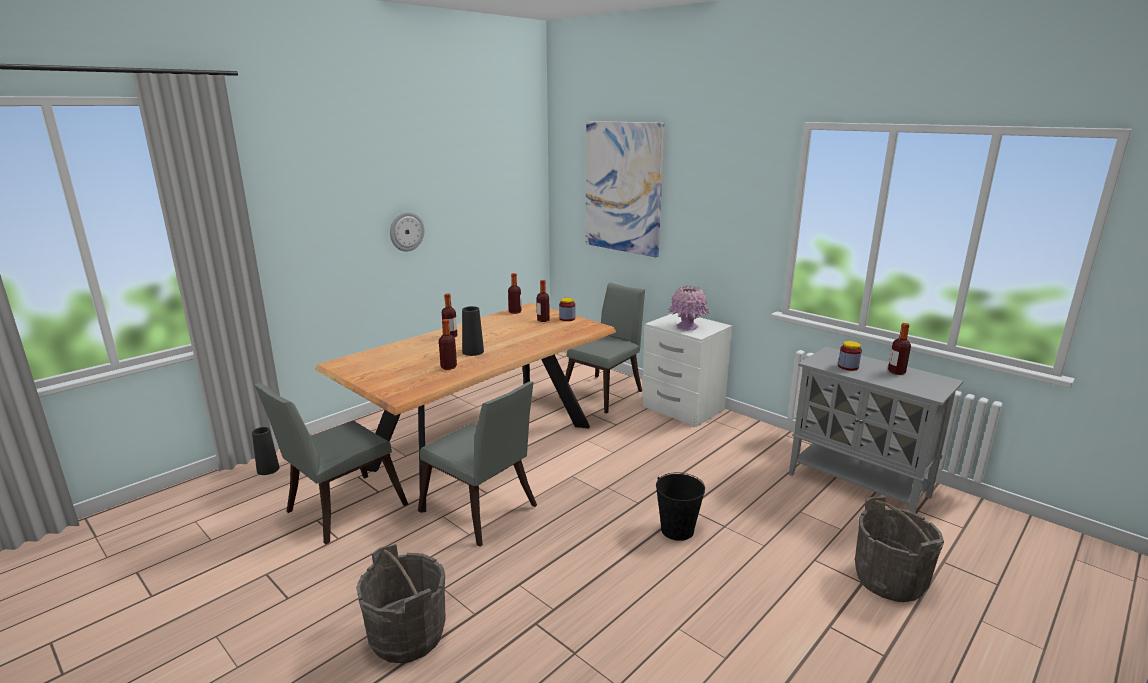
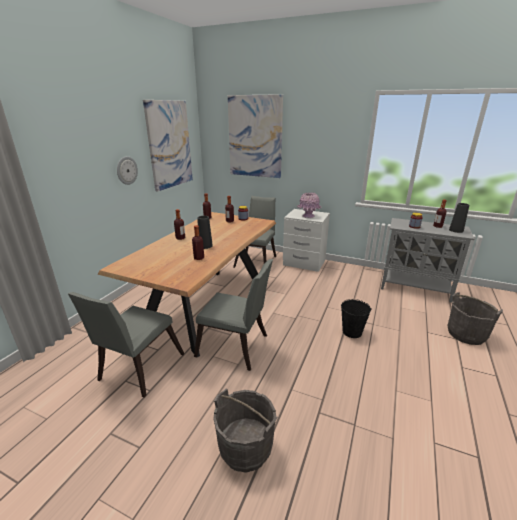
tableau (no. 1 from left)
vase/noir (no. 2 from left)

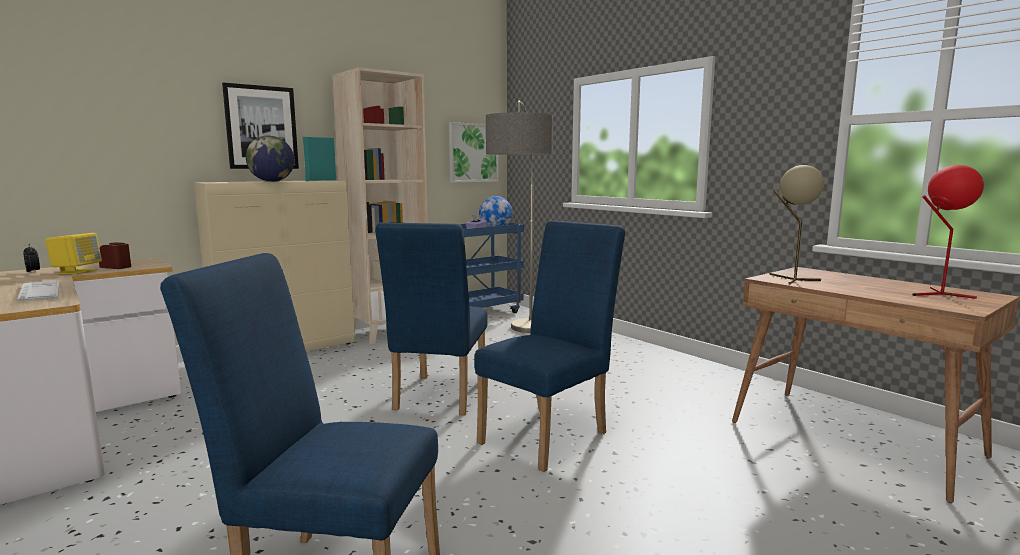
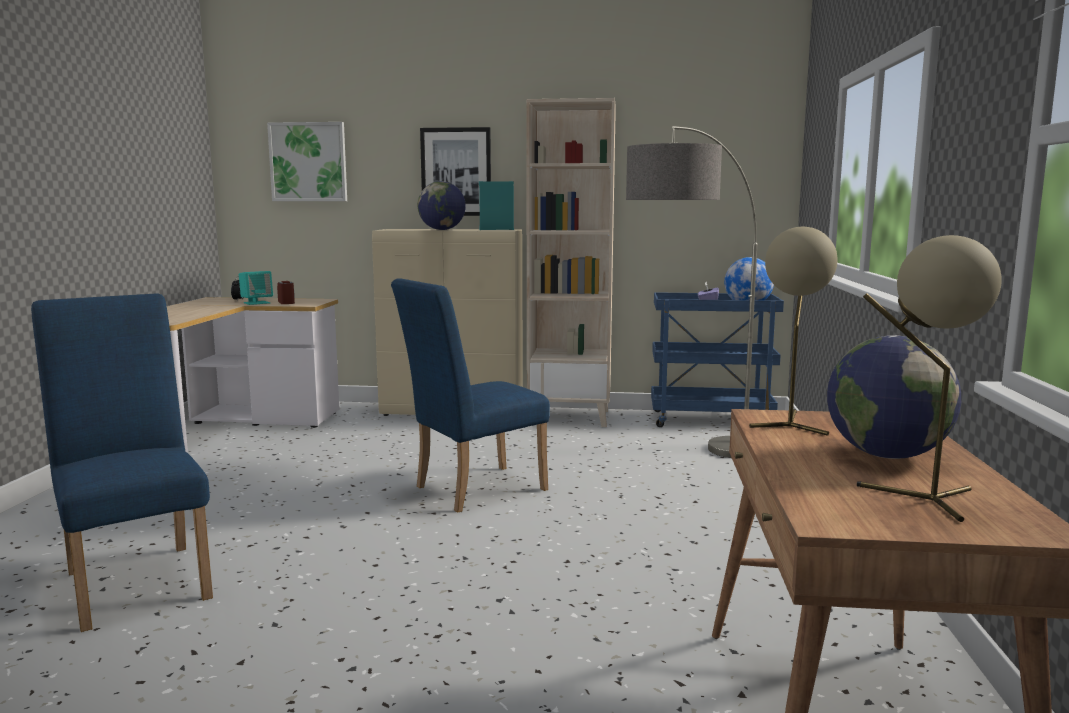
clavier
chaise/bleu (no. 3 from left in the first image)
globe (no. 3 from left)
tableau (no. 1 from left)
enceinte/turquoise (no. 1 from left)
lampe de table/beige (no. 2 from left)

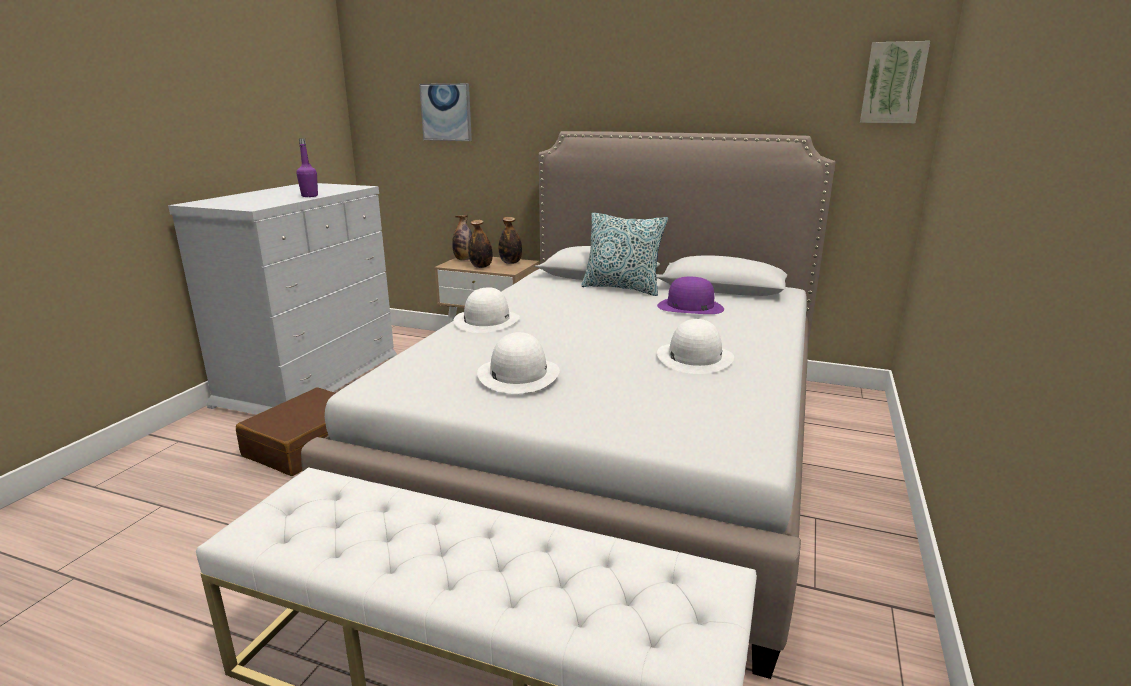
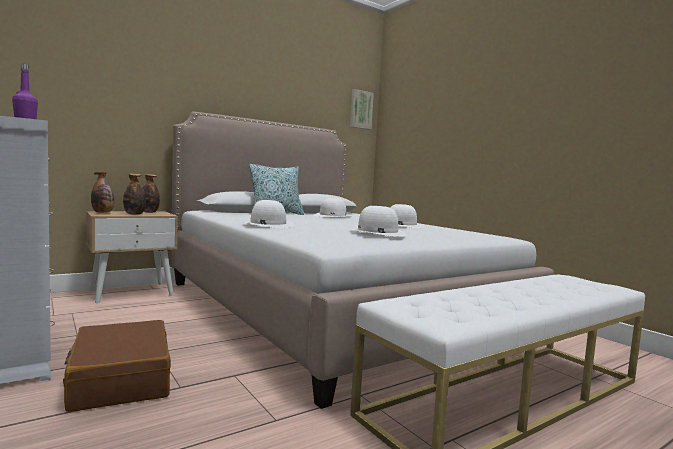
tableau (no. 1 from left in the first image)
chapeau/blanc (no. 2 from left)

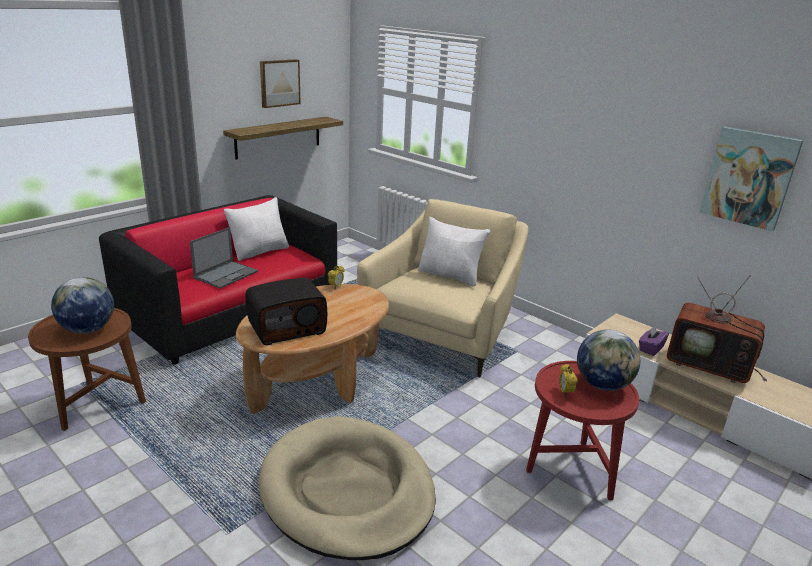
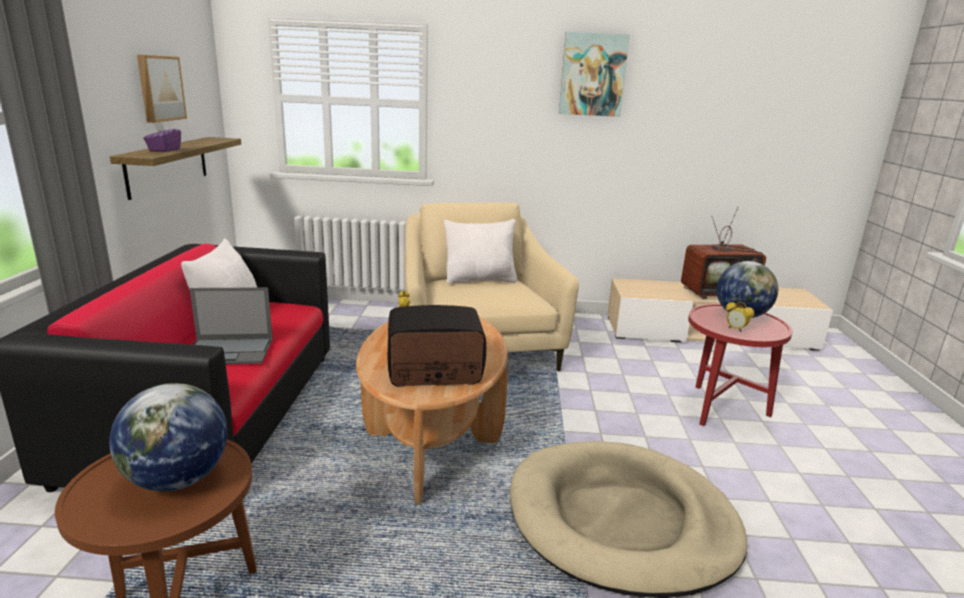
boîte à mouchoirs/violet
tableau (no. 2 from left)
ordinateur portable
radio

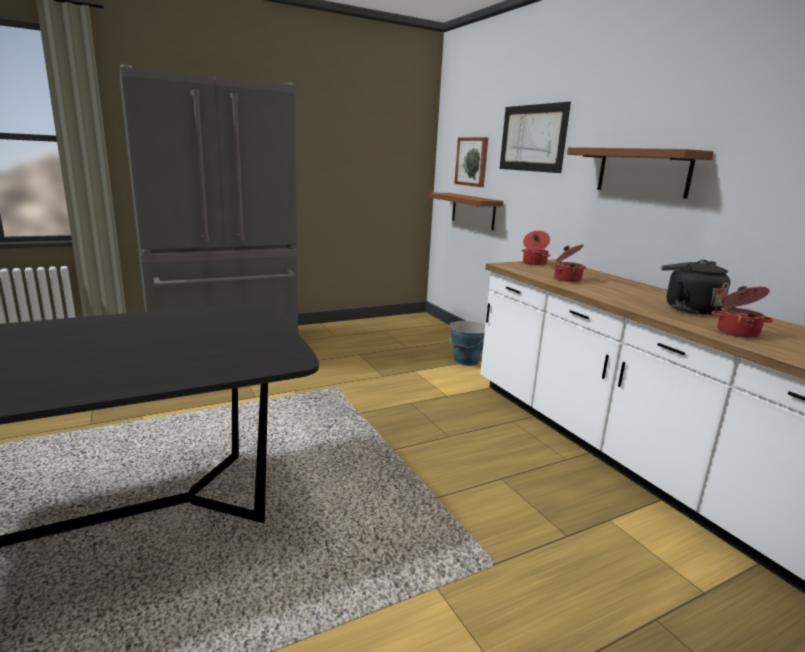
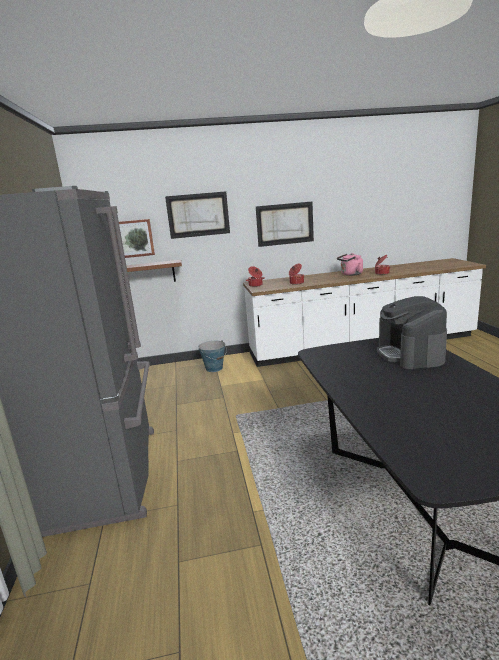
machine à café
tableau (no. 3 from left)
bouilloire/rose

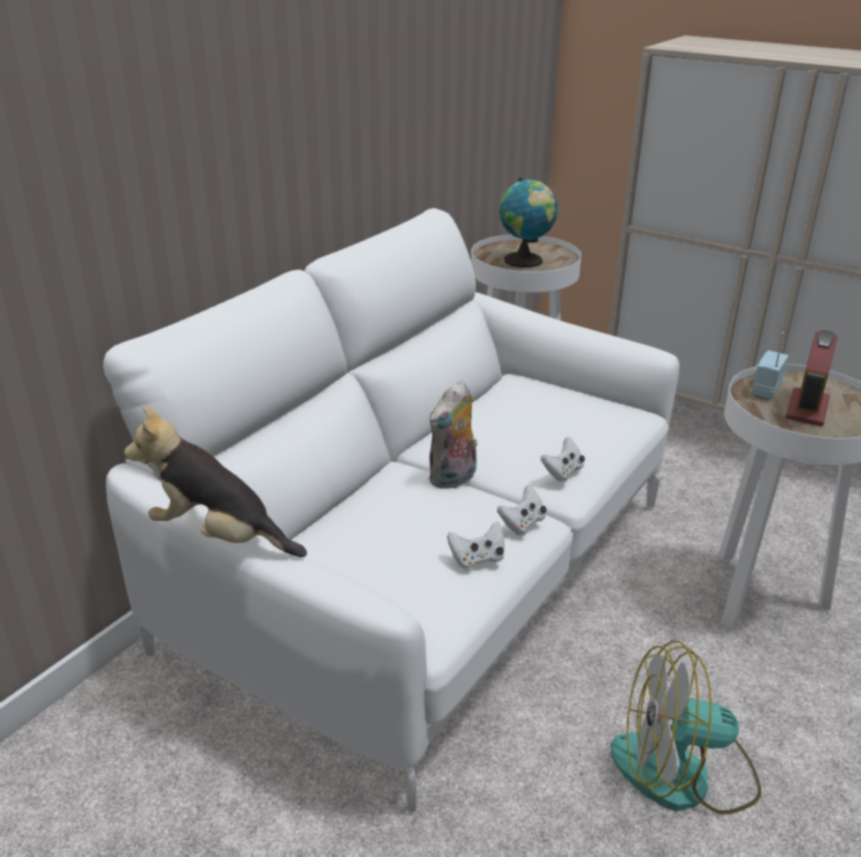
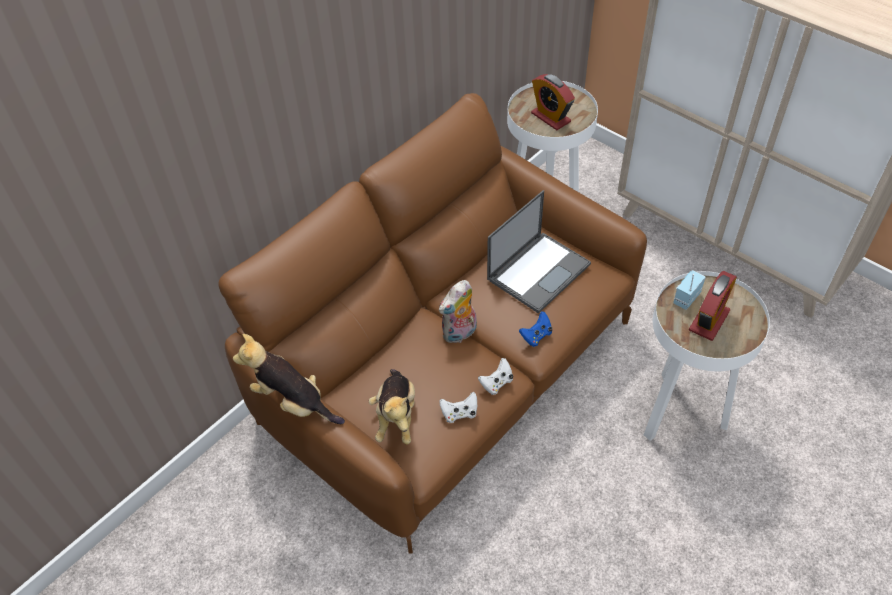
ventilateur
peluche (no. 2 from left)
ordinateur portable
réveil (no. 1 from left)
canapé/marron
manette/bleu

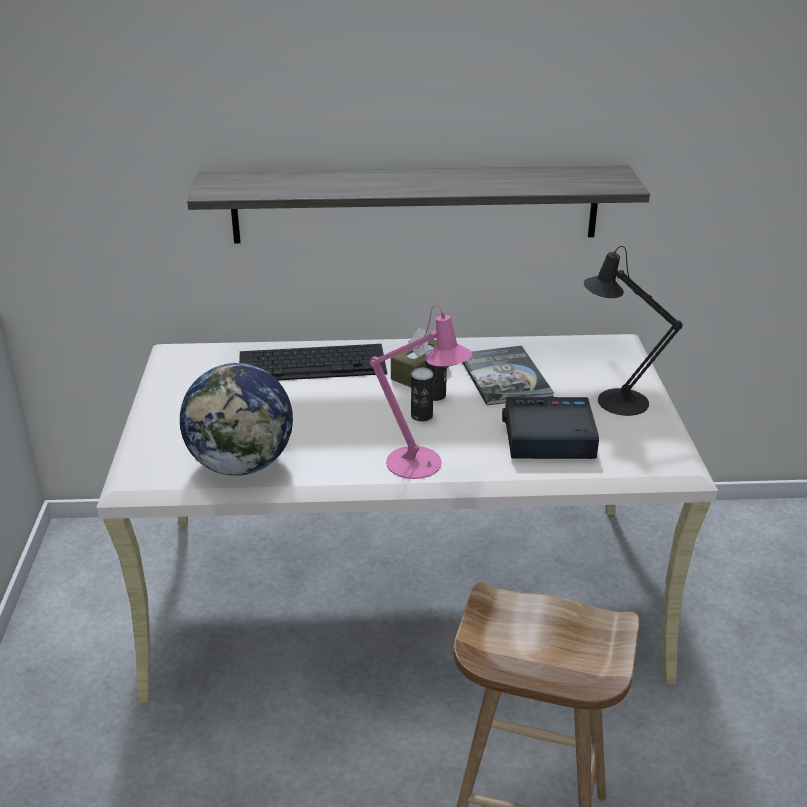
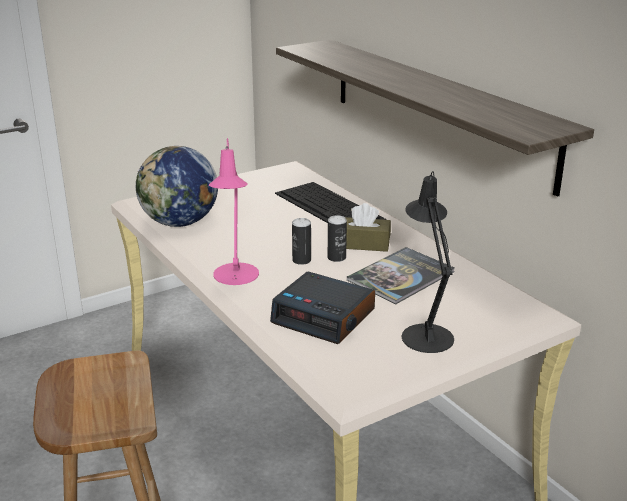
réveil

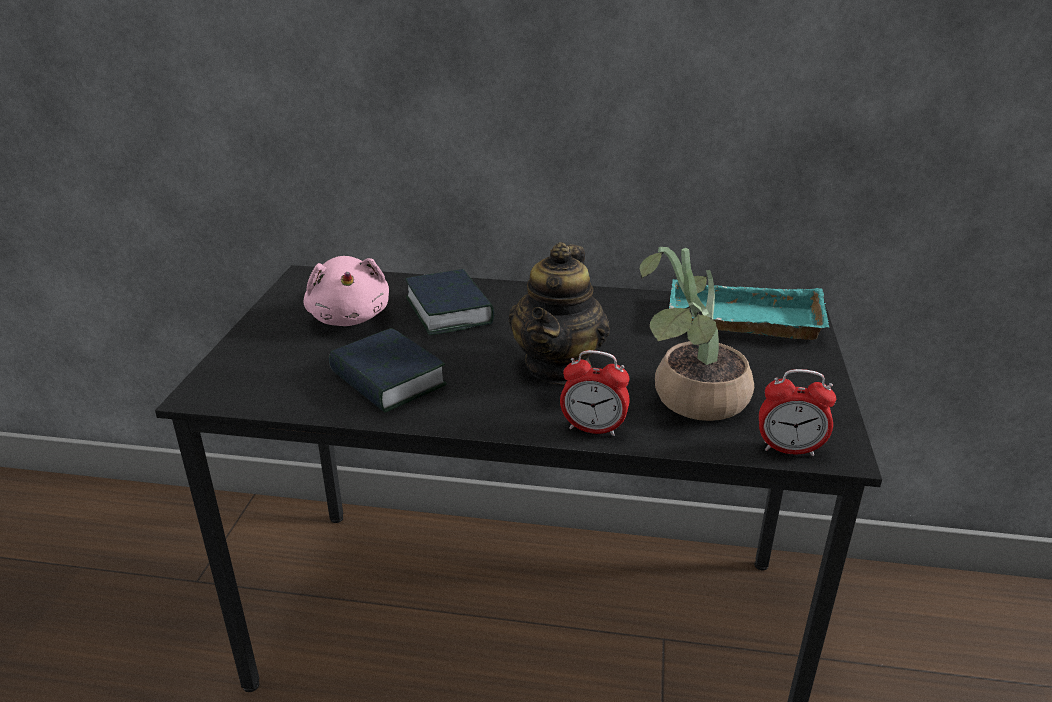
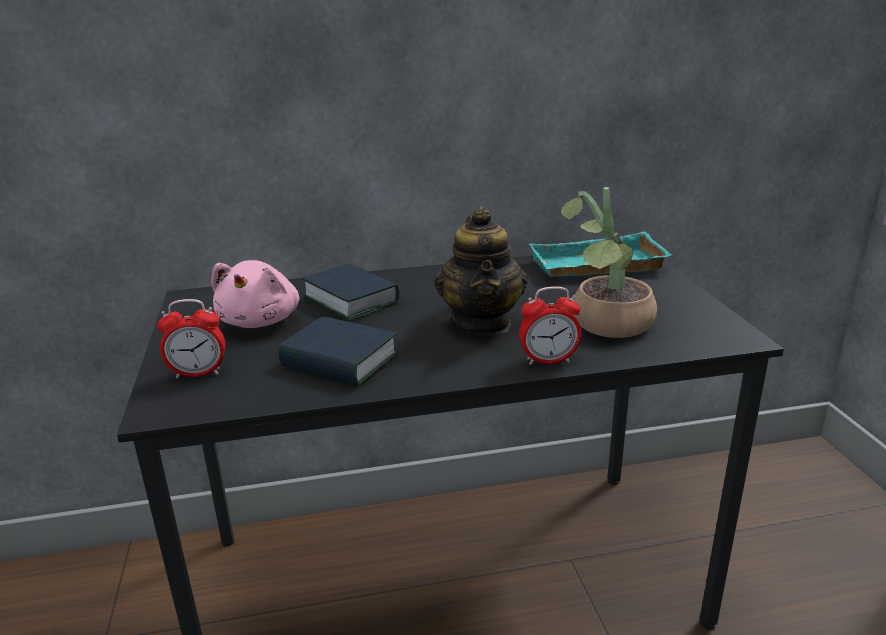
réveil (no. 1 from left)
peluche/rose

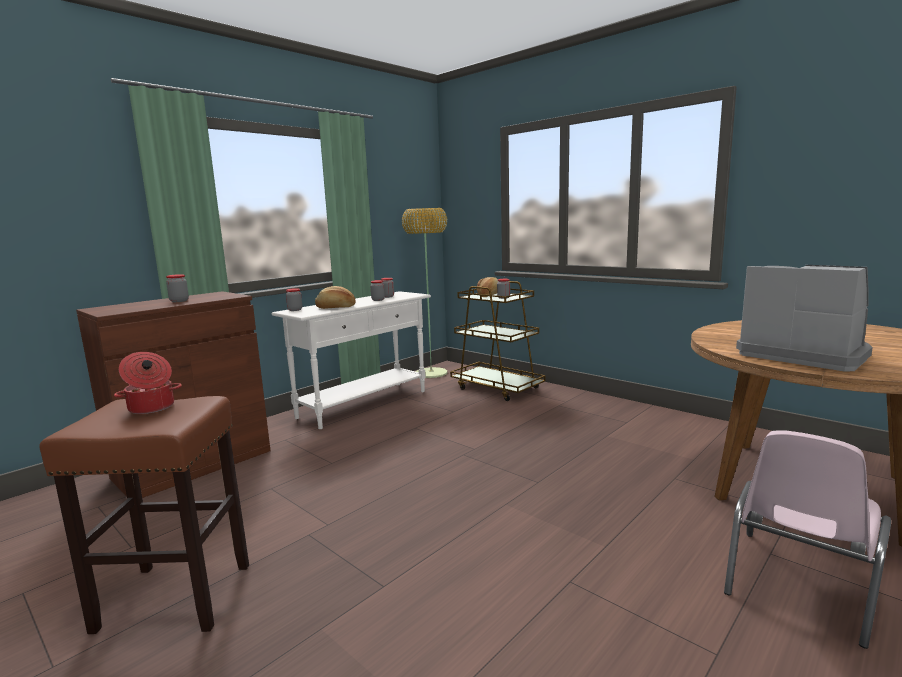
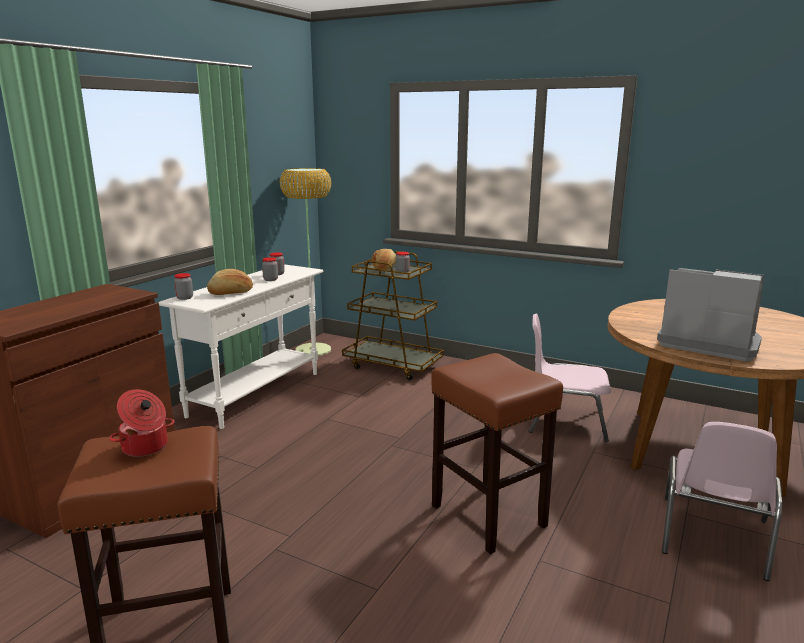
bocal (no. 1 from left in the first image)
tabouret/marron (no. 2 from left)
chaise/rose (no. 1 from left)

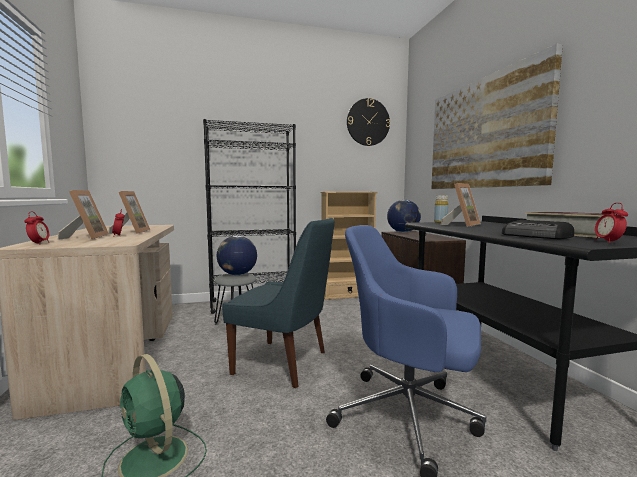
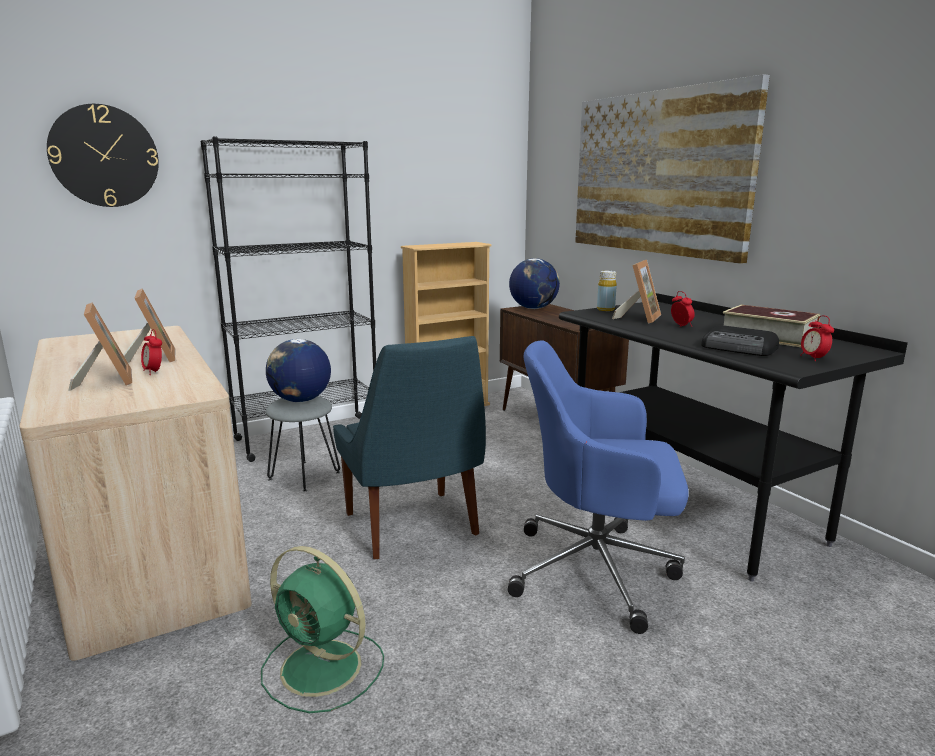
réveil (no. 2 from left)
horloge murale
chaise/bleu

